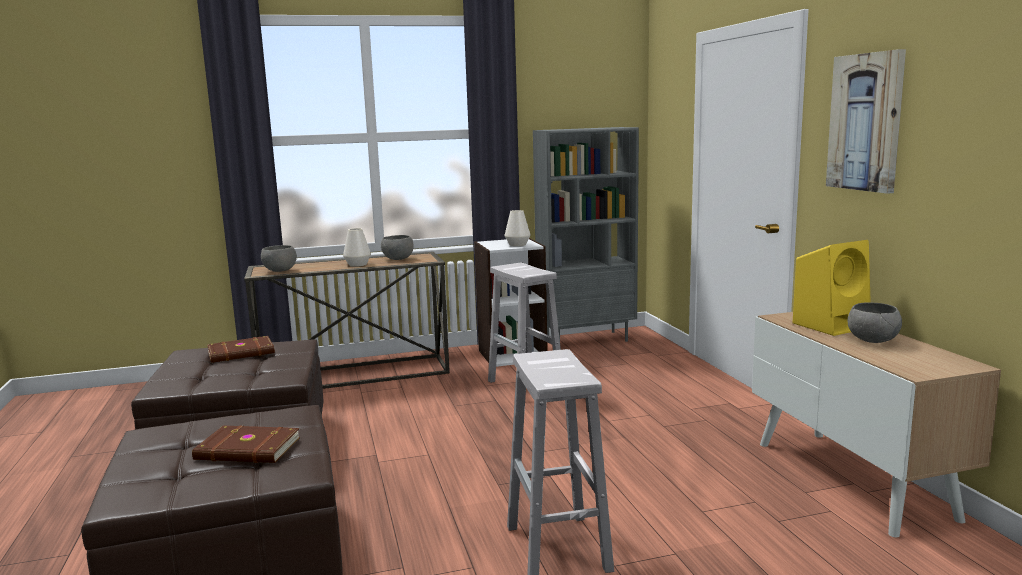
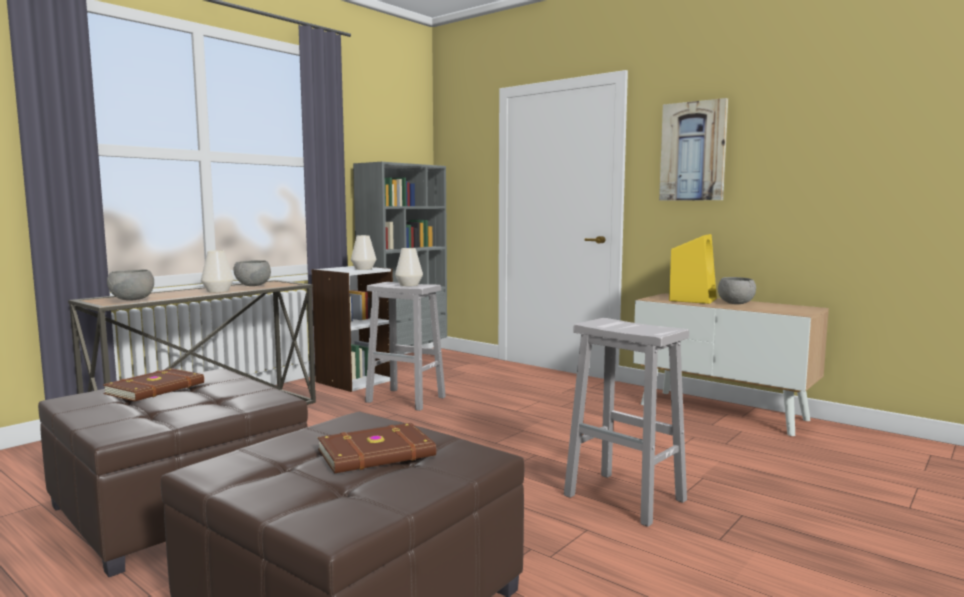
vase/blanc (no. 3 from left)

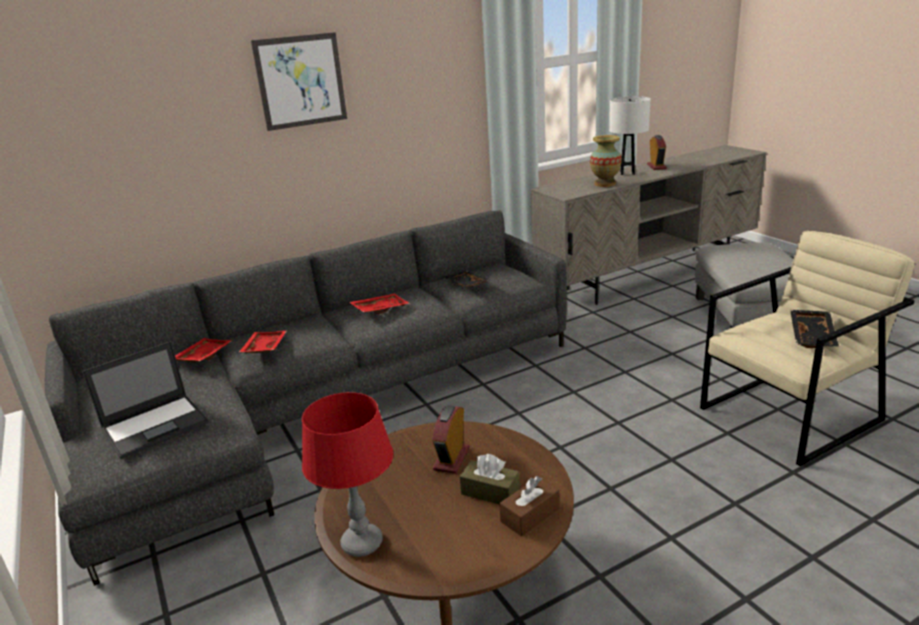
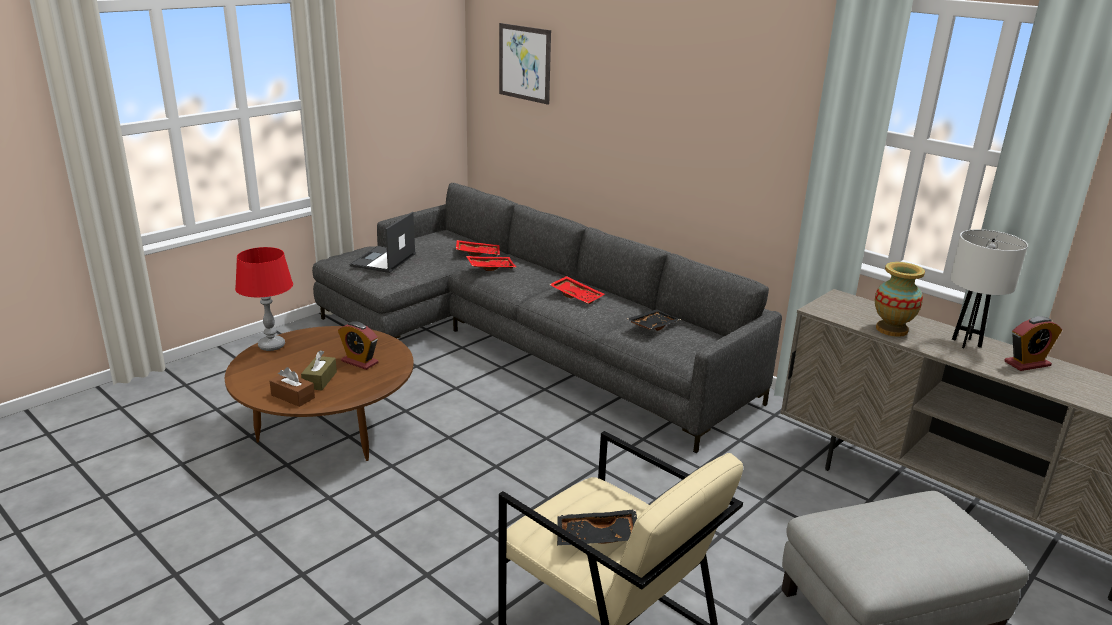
tableau
ordinateur portable
réveil (no. 1 from left)

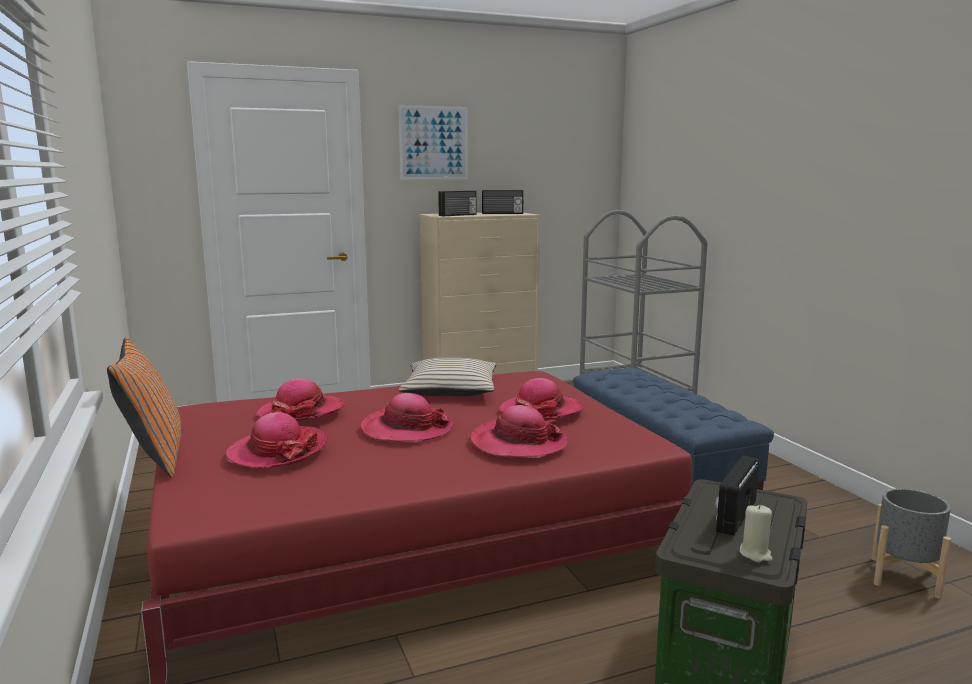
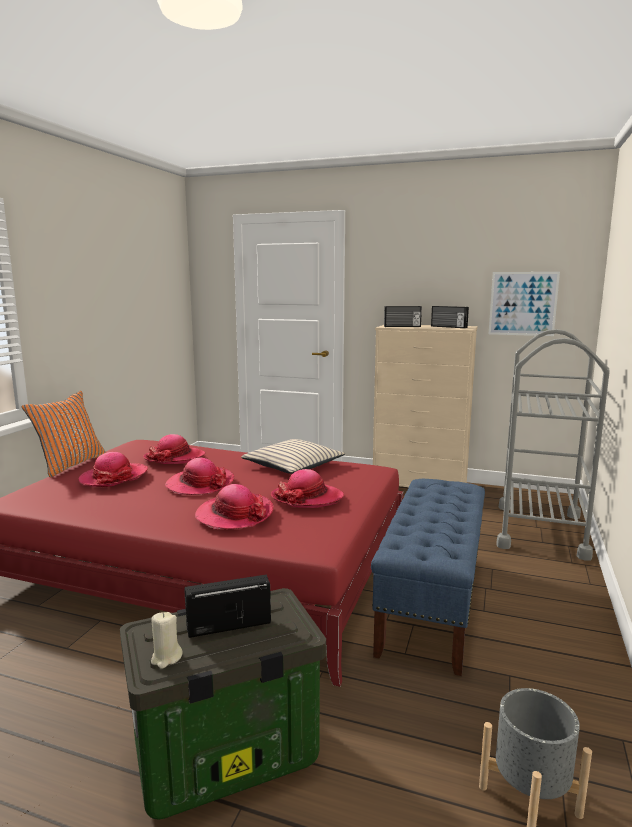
tableau

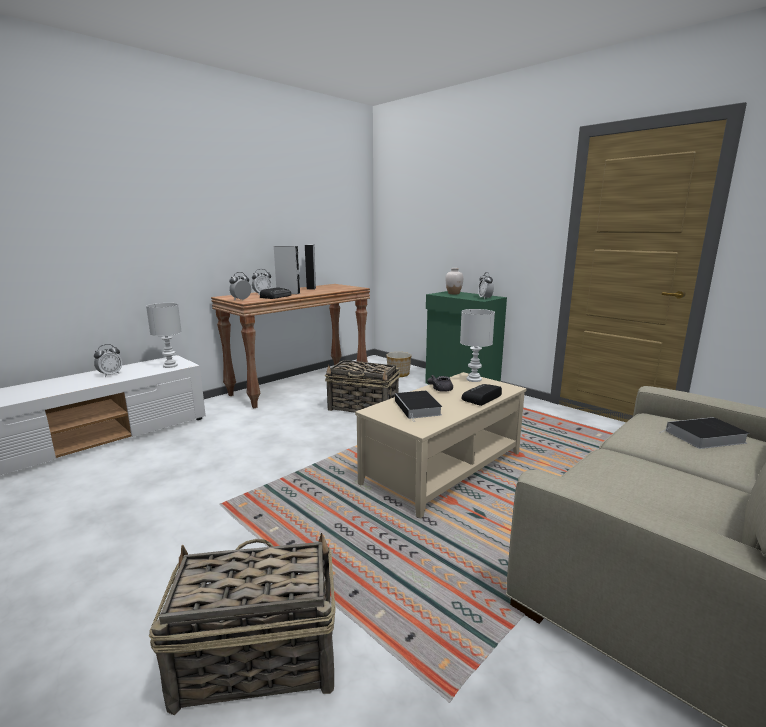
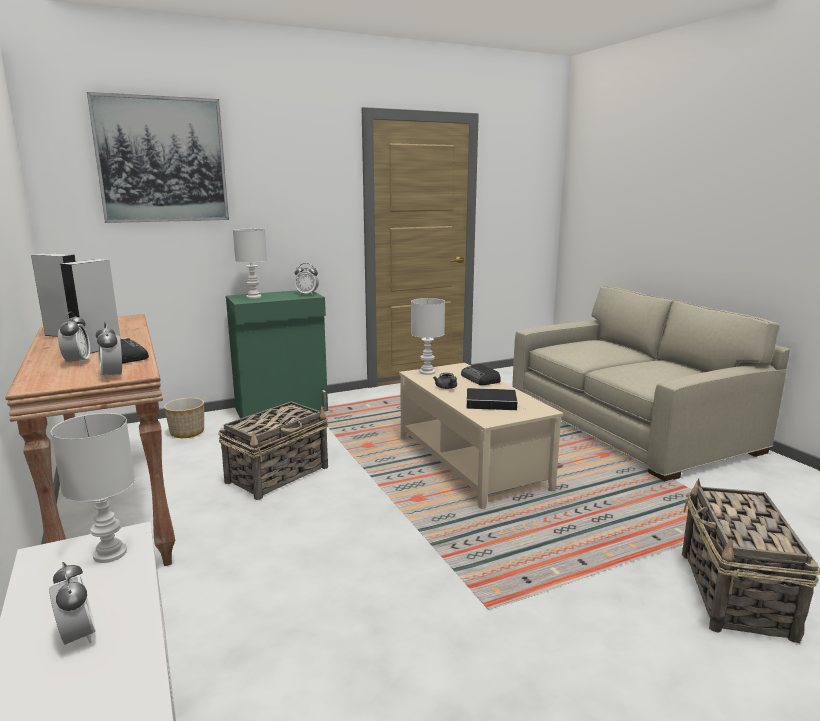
livre (no. 2 from left in the first image)
tableau
lampe de table/blanc (no. 2 from left)

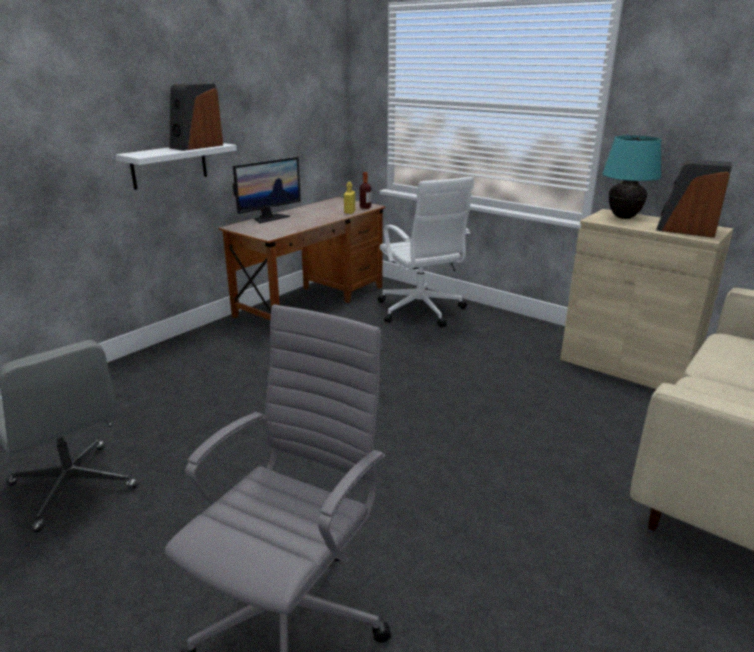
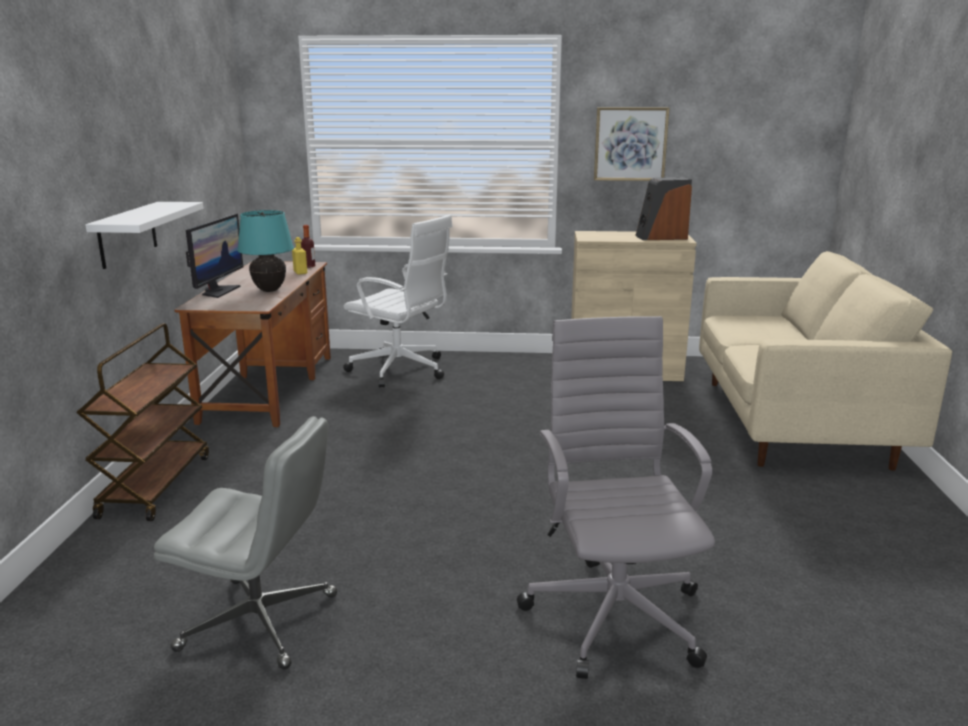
enceinte (no. 1 from left in the first image)
chariot/marron
tableau
lampe de table/turquoise

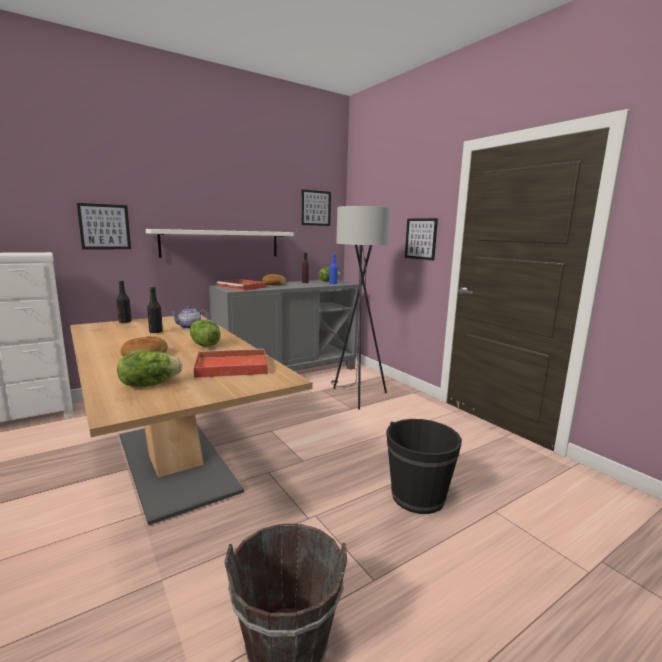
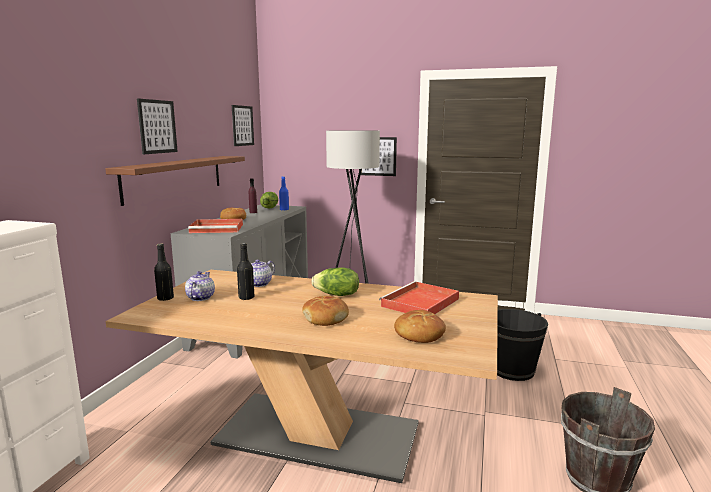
théière (no. 1 from left)
tableau (no. 1 from left)
pain (no. 3 from left)
étagère/marron

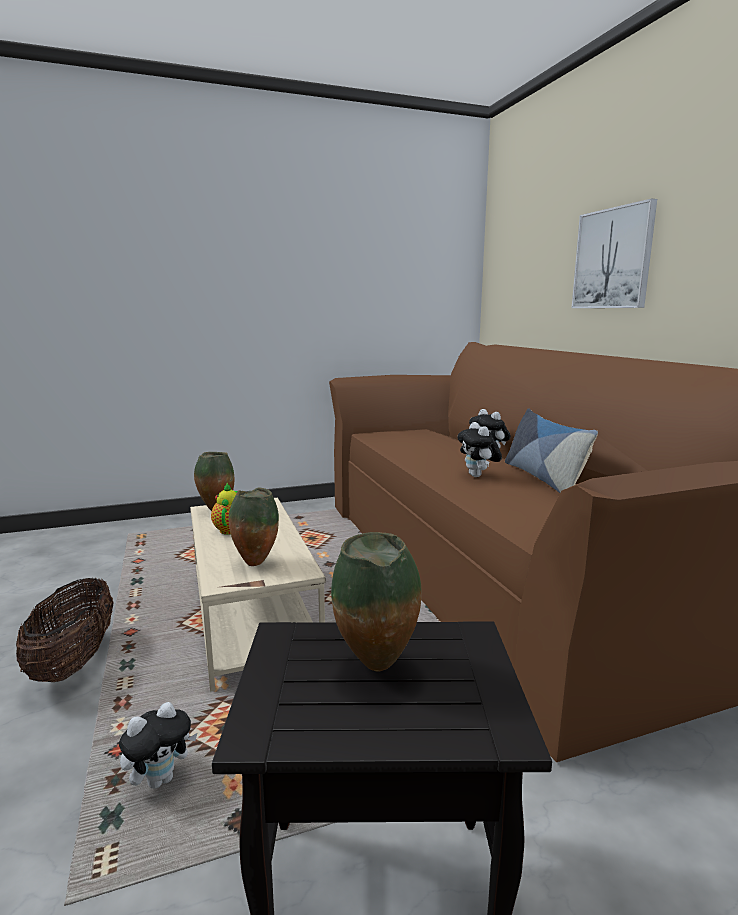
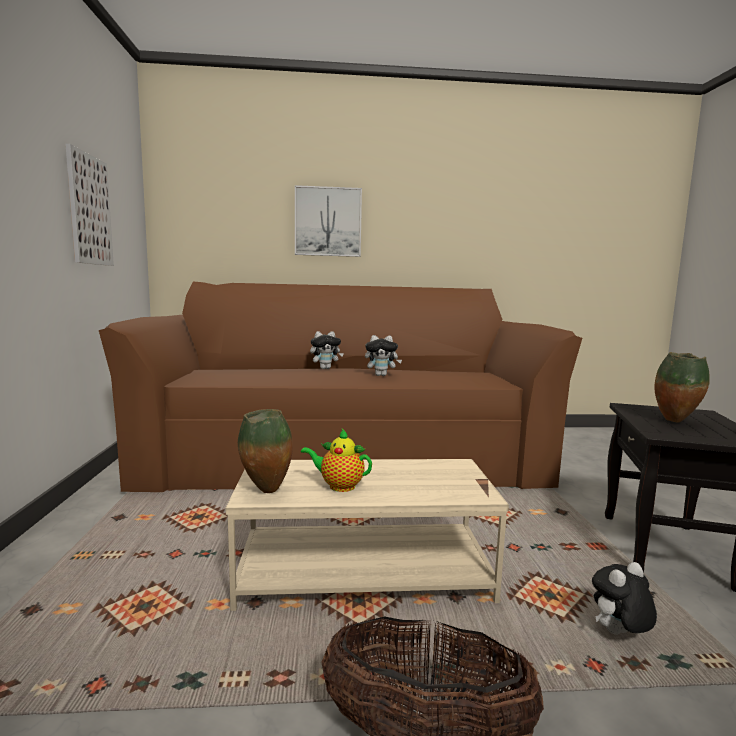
vase (no. 2 from left in the first image)
coussin
tableau (no. 1 from left)
peluche (no. 3 from left)

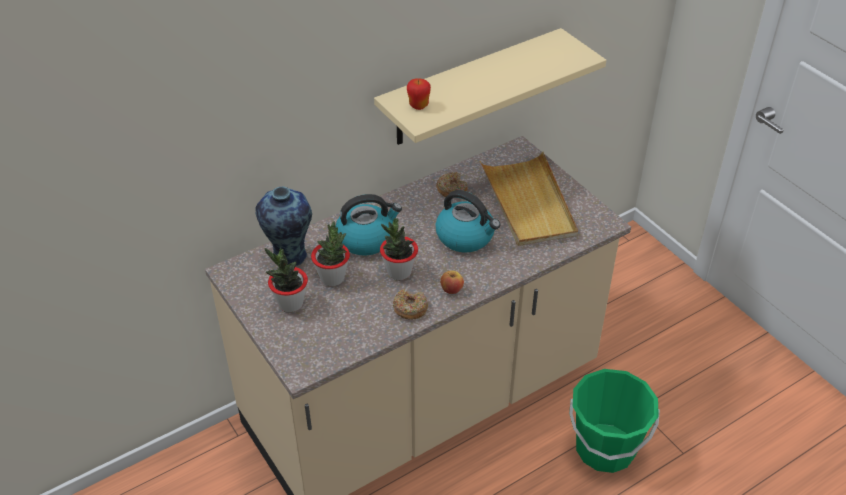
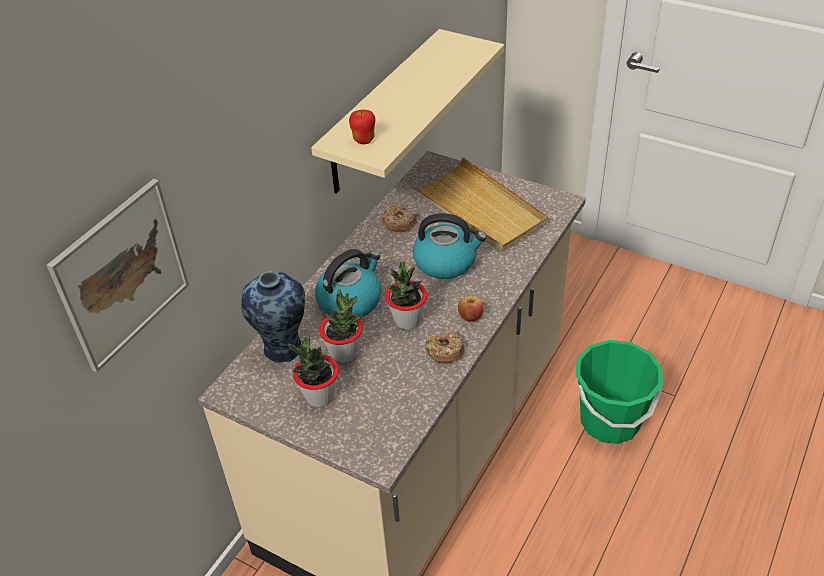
tableau

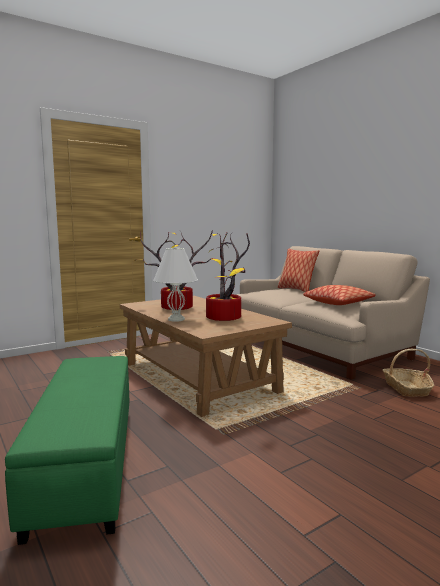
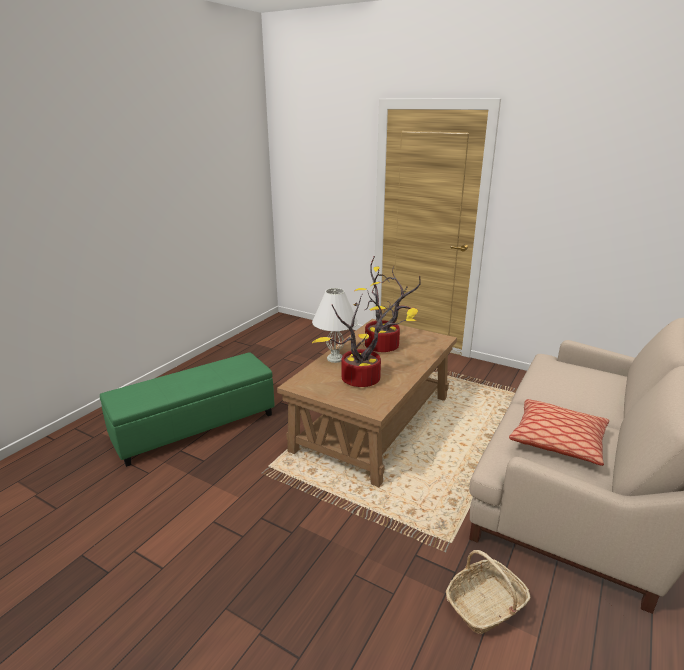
coussin (no. 1 from left in the first image)

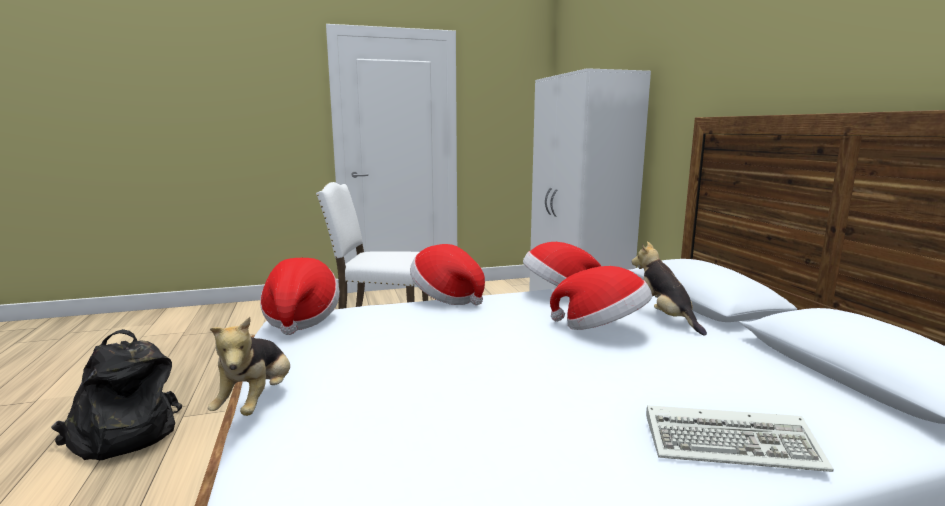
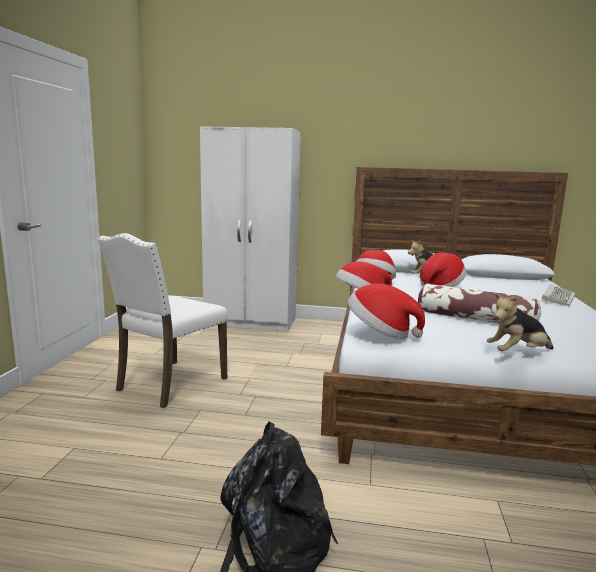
coussin
peluche (no. 2 from left)

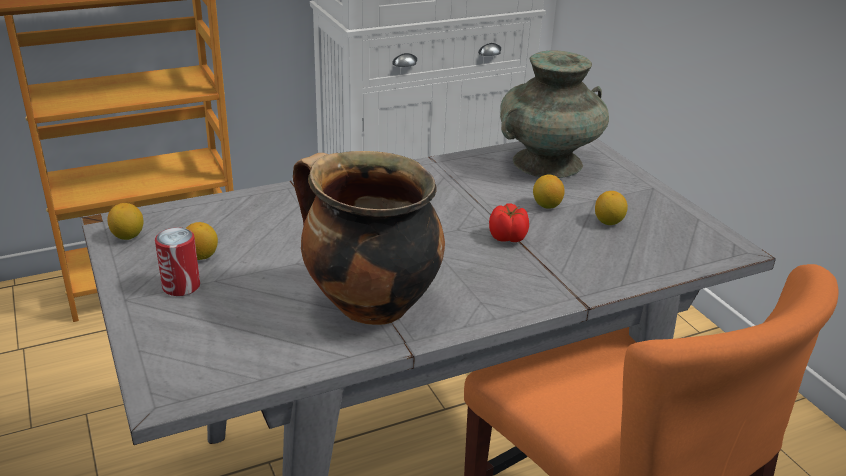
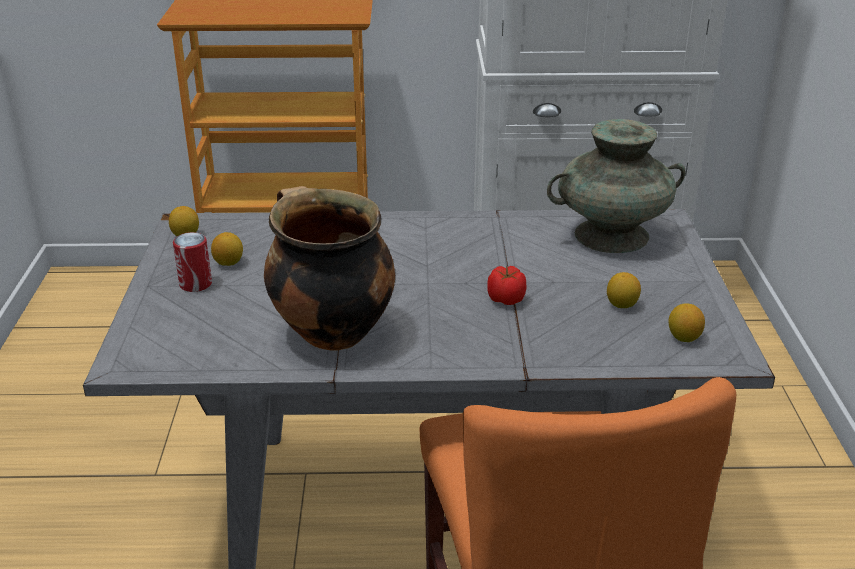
citron (no. 4 from left)

